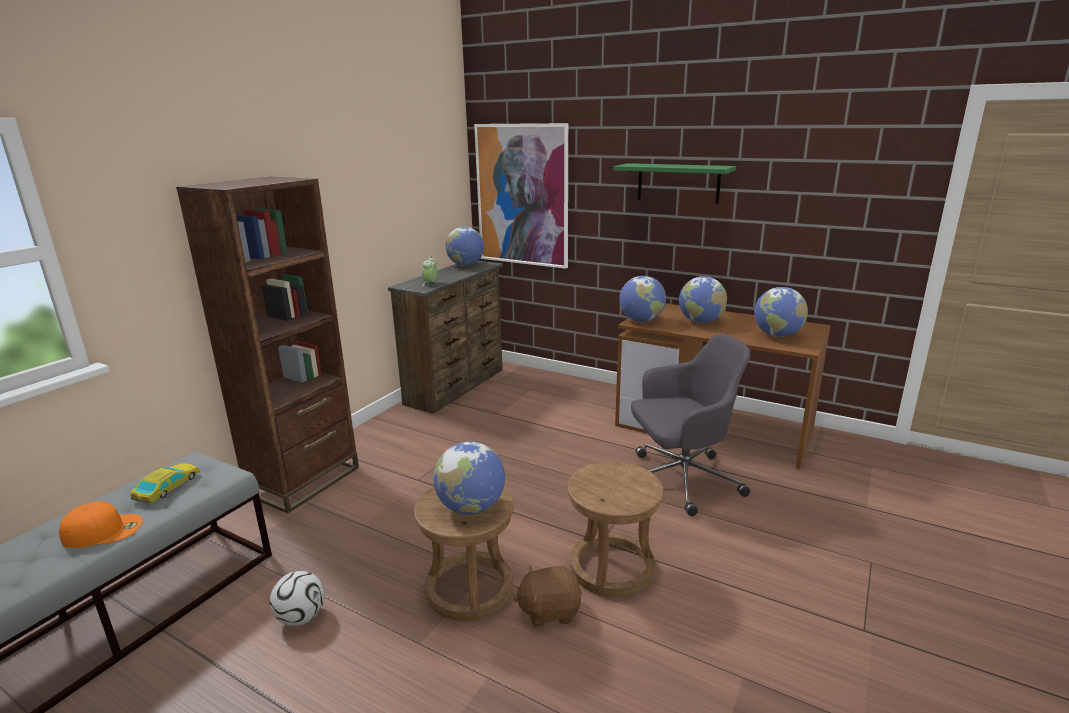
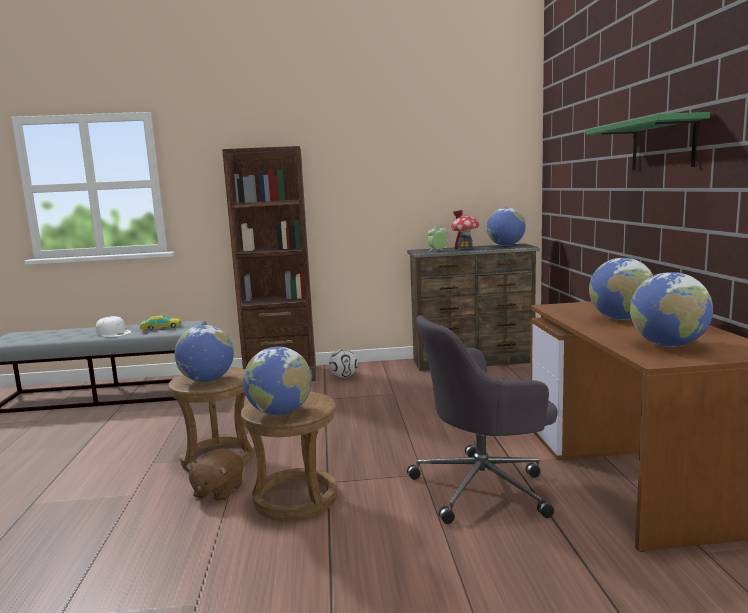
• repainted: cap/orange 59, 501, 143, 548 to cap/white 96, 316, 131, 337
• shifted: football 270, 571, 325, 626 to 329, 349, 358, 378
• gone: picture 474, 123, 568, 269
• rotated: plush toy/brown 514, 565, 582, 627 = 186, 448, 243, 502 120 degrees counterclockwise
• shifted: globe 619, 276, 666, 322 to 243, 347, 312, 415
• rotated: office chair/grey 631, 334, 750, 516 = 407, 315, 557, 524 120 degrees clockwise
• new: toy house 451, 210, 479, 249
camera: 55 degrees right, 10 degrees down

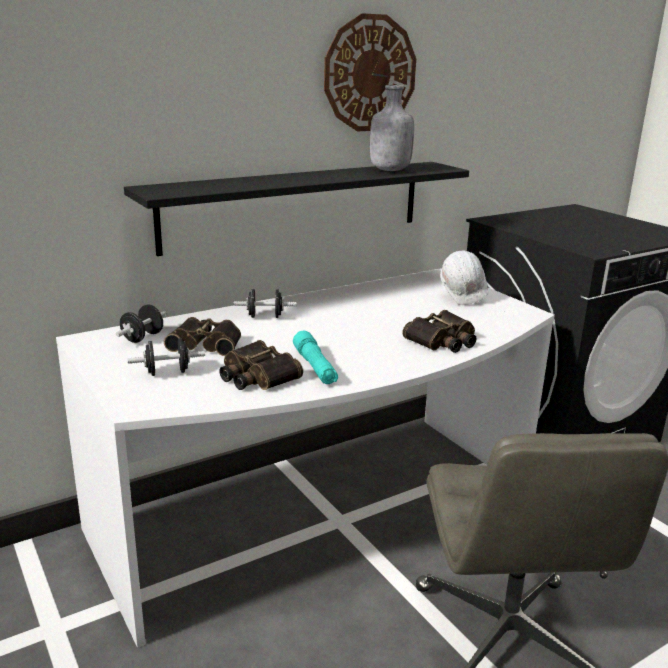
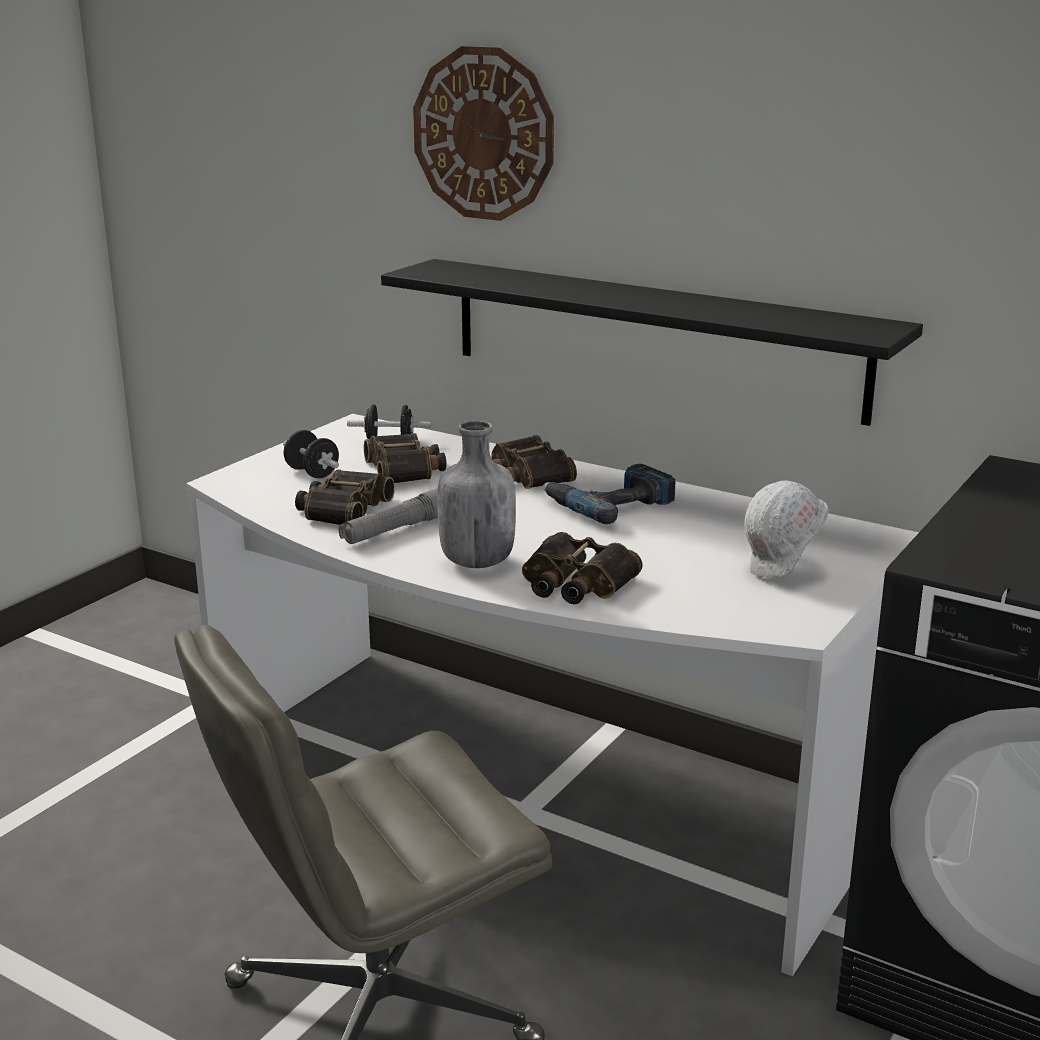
• swapped: dumbbell/black 234, 289, 296, 318 to binoculars 491, 435, 577, 489
• repainted: flashlight/turquoise 293, 331, 338, 384 to flashlight/grey 339, 488, 438, 544
• shifted: wall clock 324, 13, 416, 131 to 413, 46, 554, 221
• shifted: bottle/grey 370, 85, 414, 171 to 438, 421, 516, 568
• new: power drill 543, 464, 676, 524
camera: 65 degrees right, 0 degrees up

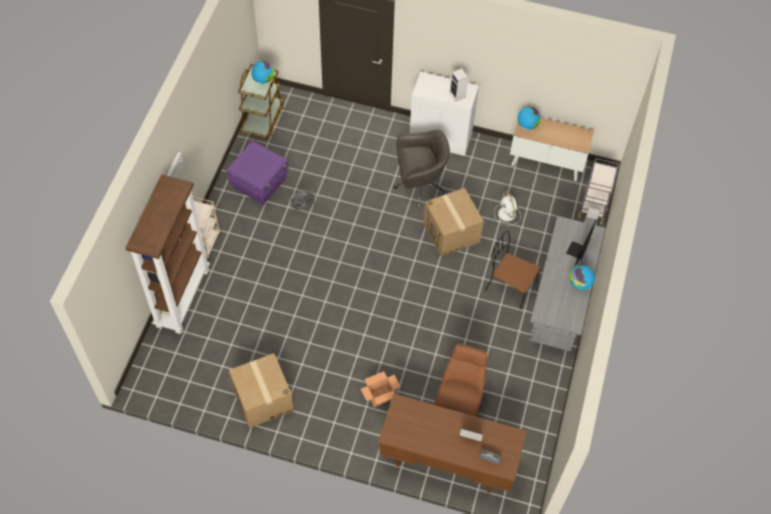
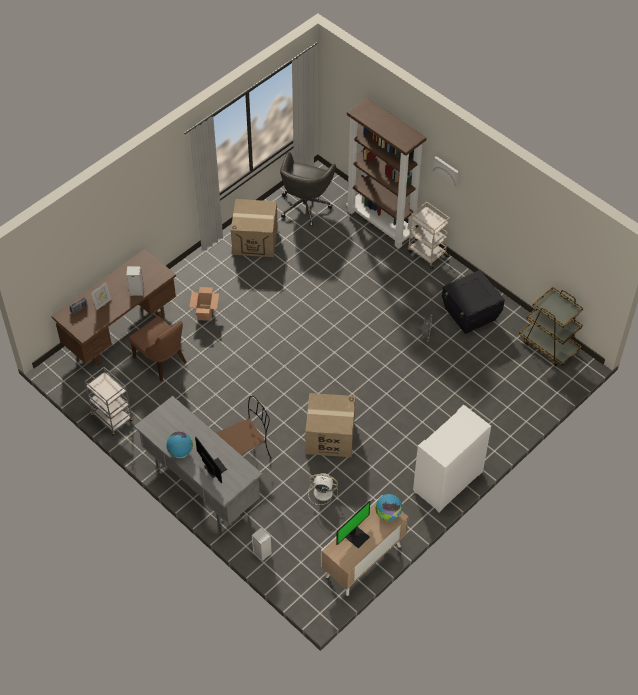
• repainted: storage box/purple 226, 141, 288, 205 to storage box/black 442, 270, 505, 334
• gone: globe 251, 61, 274, 84
• shifted: office chair/grey 394, 130, 450, 208 to 280, 152, 336, 226
• shifted: speaker 449, 68, 468, 101 to 126, 266, 144, 296
• shifted: cart/grey 578, 158, 619, 225 to 84, 367, 133, 436
• new: monitor 336, 501, 370, 548
camera: 120 degrees right, 5 degrees down

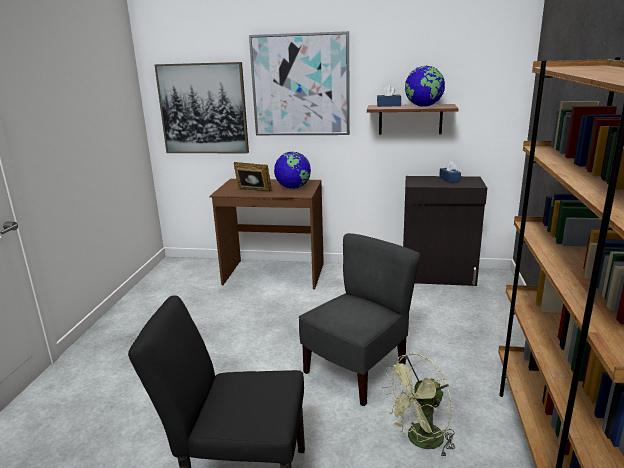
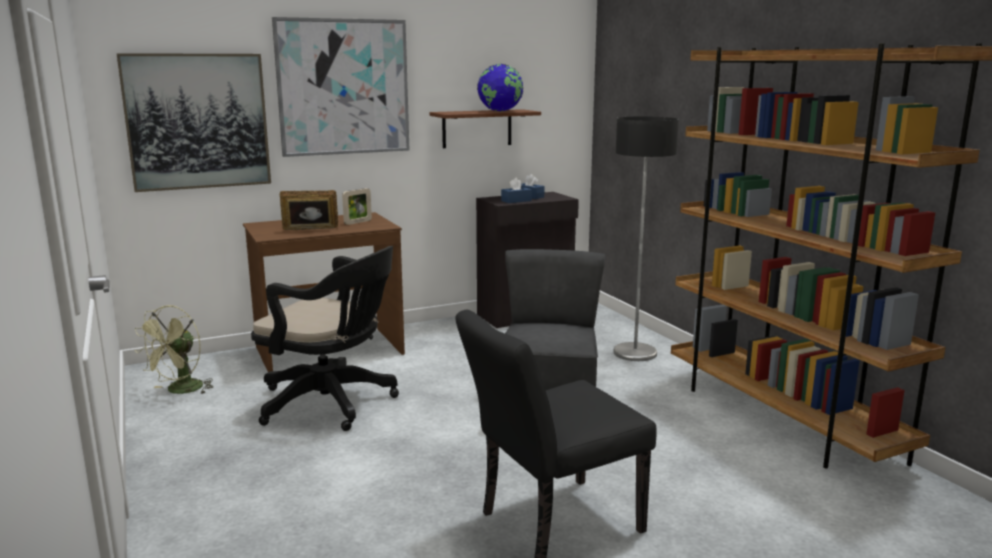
• swapped: globe 274, 152, 311, 189 to picture frame 342, 188, 372, 225
• shifted: tissue box/blue 377, 85, 401, 107 to 501, 178, 532, 203
• shifted: fan/green 382, 353, 455, 457 to 135, 305, 213, 394
• new: office chair/black 251, 246, 399, 431
• new: floor lamp 613, 116, 679, 361
camera: 35 degrees left, 5 degrees down

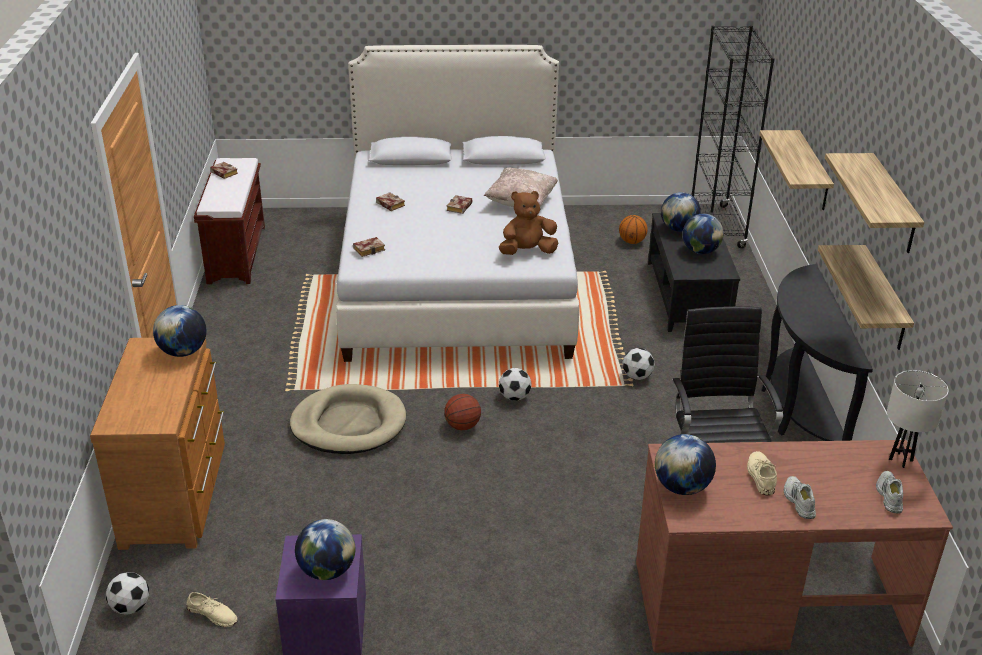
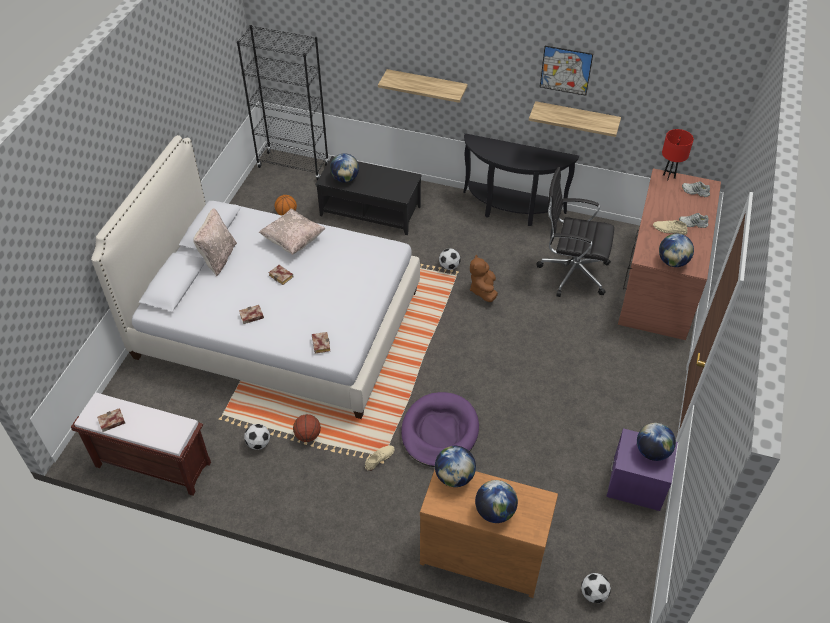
• shifted: shoe/beige 186, 592, 238, 627 to 365, 445, 395, 471
• repainted: dog bed/beige 290, 384, 406, 454 to dog bed/purple 401, 392, 479, 467
• shifted: basketball 444, 394, 481, 430 to 293, 414, 321, 442
• shifted: plush toy/brown 499, 191, 558, 255 to 470, 254, 498, 302
• shifted: football 499, 368, 531, 401 to 244, 424, 270, 450
• shifted: globe 682, 214, 724, 254 to 475, 480, 518, 523
• swapped: shelf 825, 153, 924, 253 to picture 540, 46, 593, 96
• repainted: table lamp/white 887, 370, 949, 468 to table lamp/red 662, 129, 694, 181
• new: pillow/beige 193, 208, 237, 276
camera: 70 degrees left, 15 degrees up

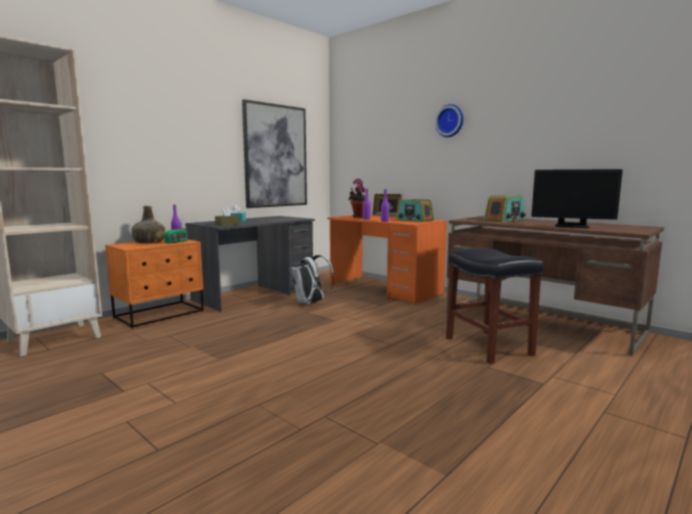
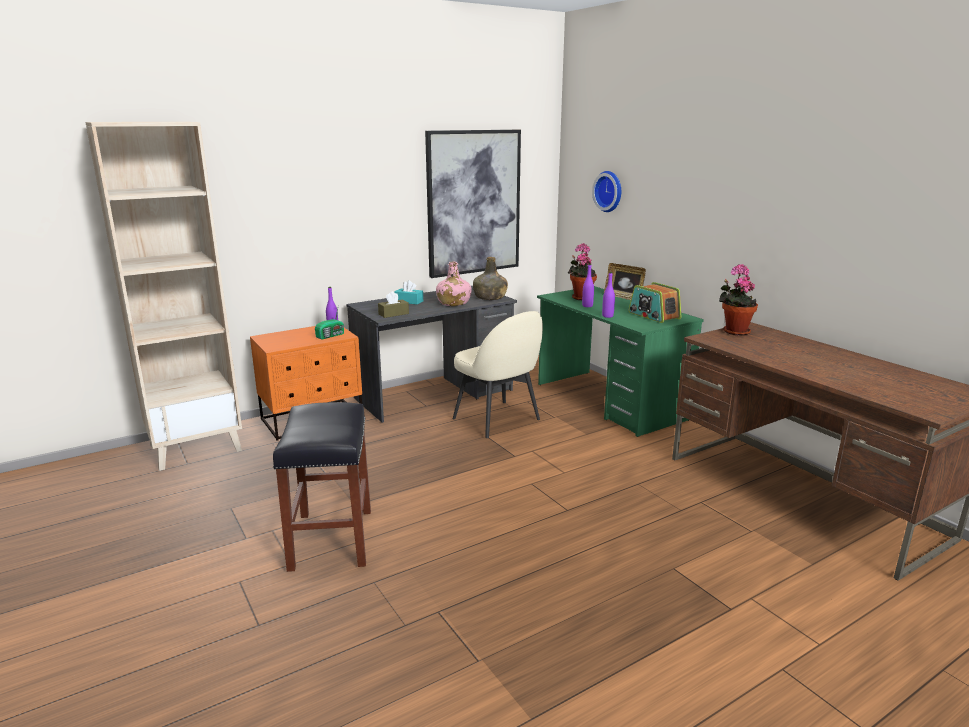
• shifted: bottle/green 131, 206, 165, 243 to 473, 257, 508, 300
• swapped: backpack/white 290, 255, 334, 305 to chair/beige 453, 311, 543, 438
• repainted: desk/orange 327, 215, 448, 304 to desk/green 537, 286, 704, 437
• shifted: wall clock 435, 104, 464, 137 to 592, 171, 621, 212
• shifted: stool/black 446, 248, 543, 364 to 273, 402, 371, 572
• gone: radio 484, 195, 526, 222
• gone: monitor 531, 169, 623, 228
• new: bottle/pink 436, 261, 472, 306
• new: potted plant 719, 264, 758, 336
camera: 15 degrees right, 10 degrees up

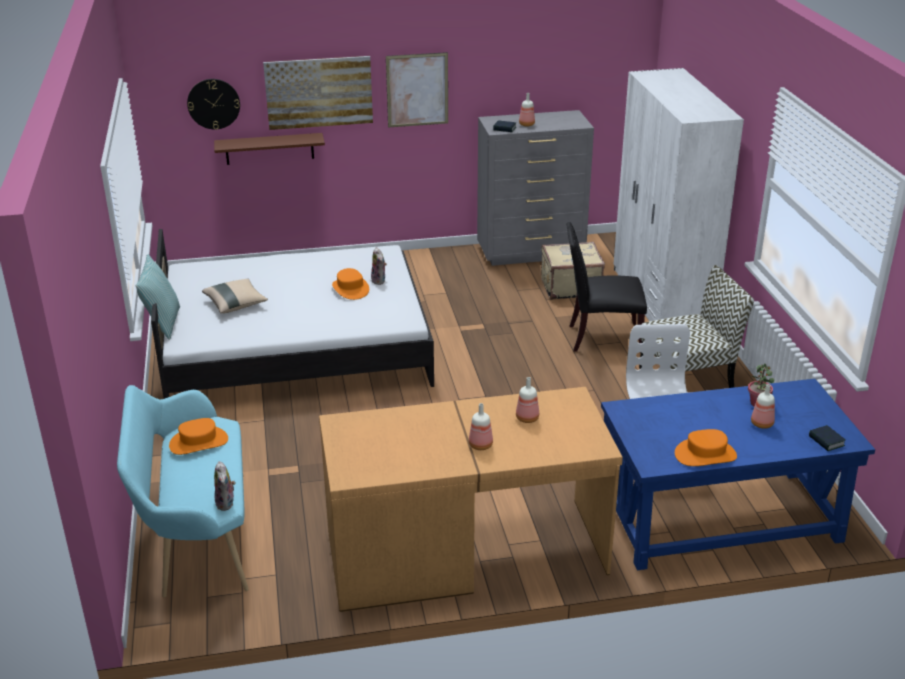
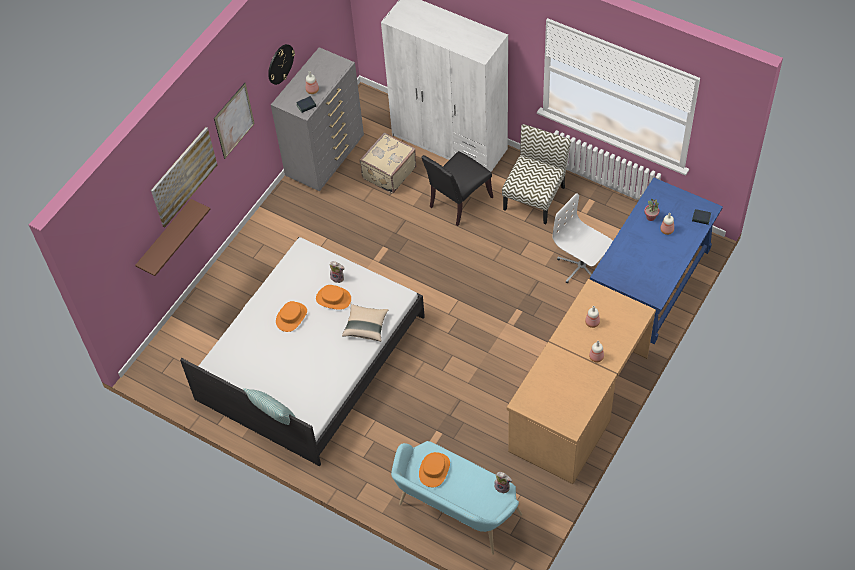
• shifted: wall clock 187, 79, 240, 130 to 268, 44, 295, 85
• shifted: pillow/beige 202, 279, 268, 314 to 342, 304, 389, 342
• shifted: hat/orange 675, 429, 737, 466 to 276, 301, 307, 332
camera: 45 degrees left, 25 degrees up

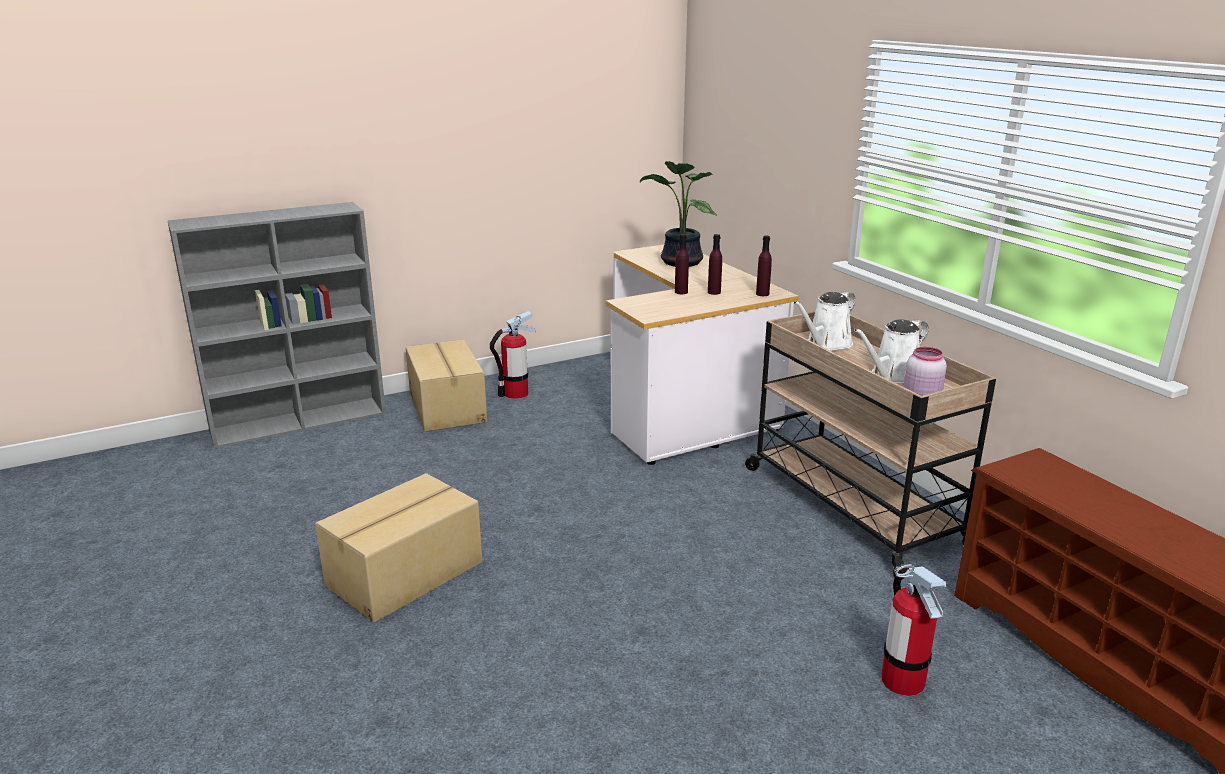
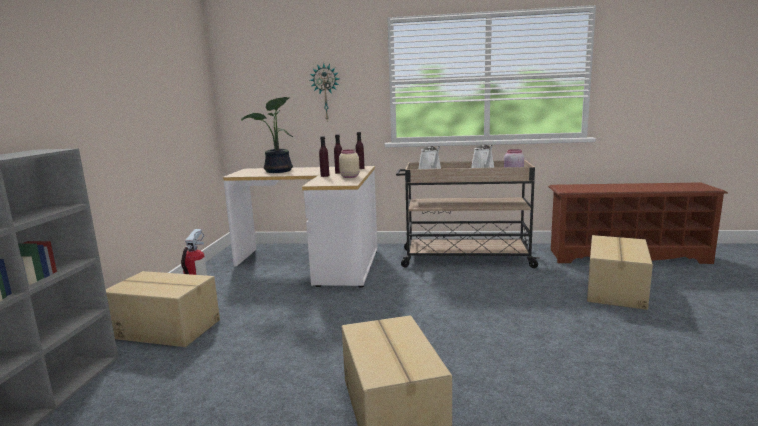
• swapped: fire extinguisher 881, 564, 946, 696 to cardboard box 587, 235, 653, 310
• new: wall clock 310, 63, 339, 120
• new: jar/beige 339, 149, 360, 178
camera: 55 degrees left, 10 degrees down

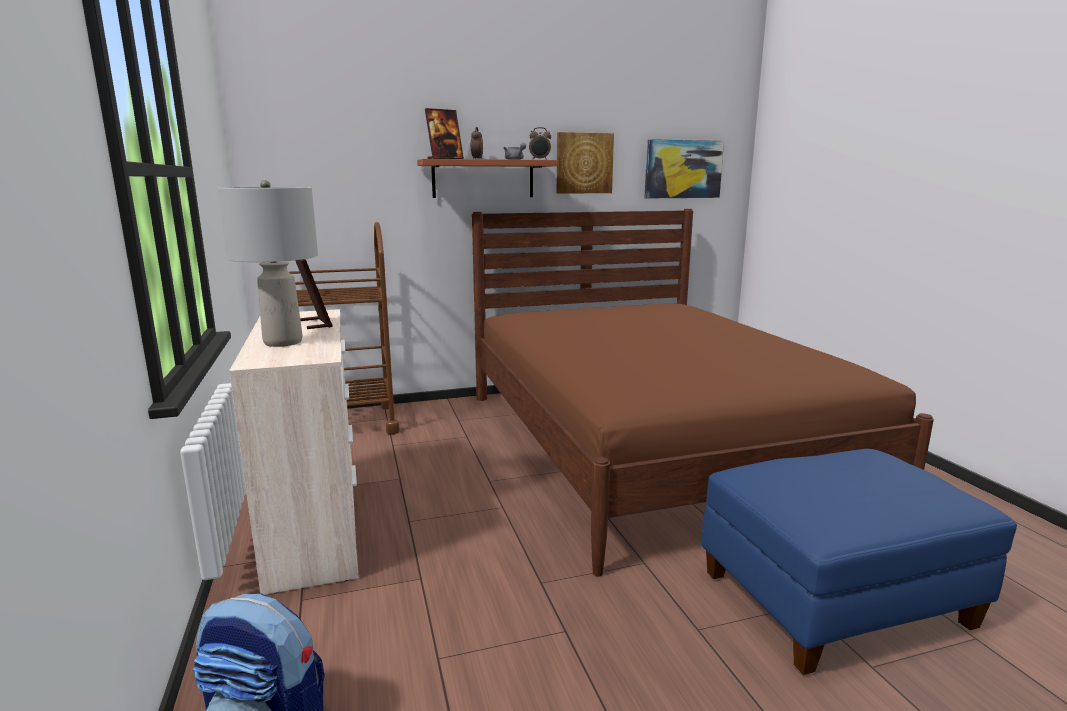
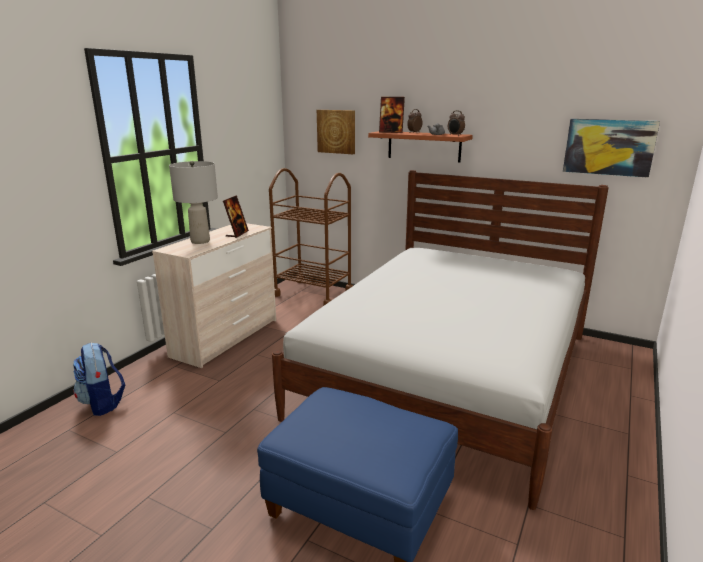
• repainted: bed/brown 472, 209, 934, 577 to bed/white 272, 170, 609, 510
• shifted: picture 557, 132, 614, 194 to 317, 110, 355, 154
camera: 45 degrees right, 5 degrees up

